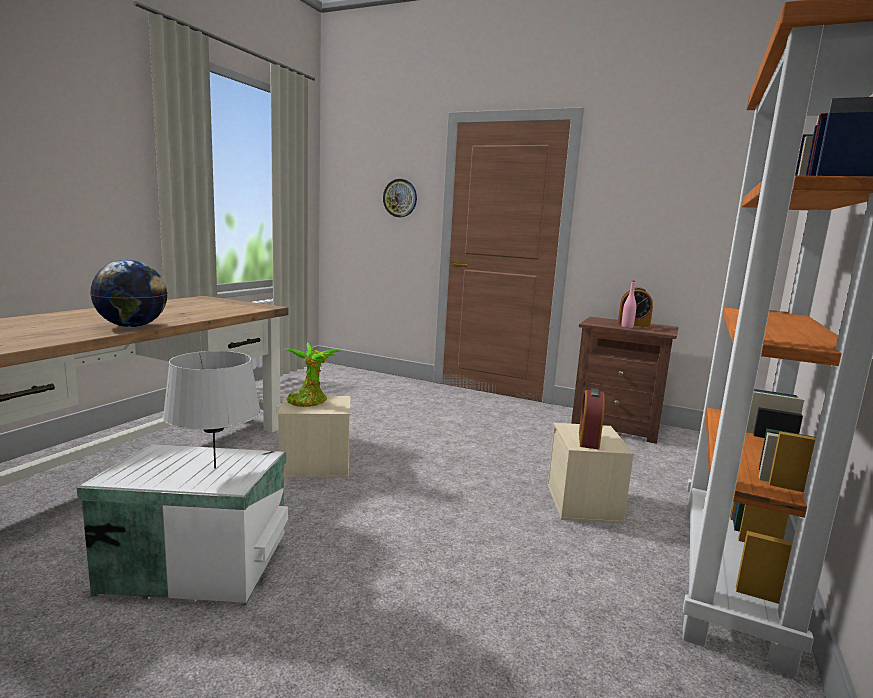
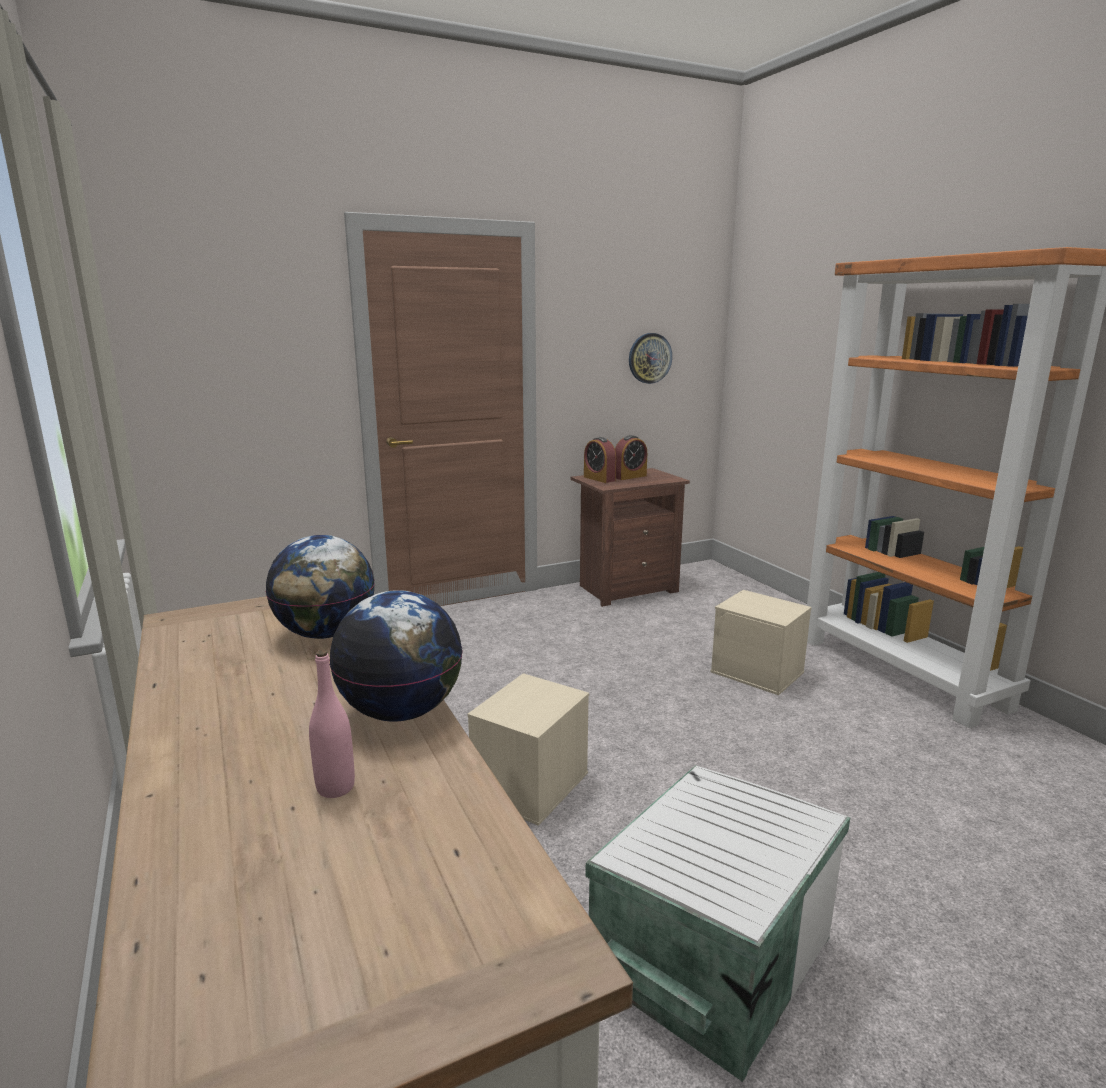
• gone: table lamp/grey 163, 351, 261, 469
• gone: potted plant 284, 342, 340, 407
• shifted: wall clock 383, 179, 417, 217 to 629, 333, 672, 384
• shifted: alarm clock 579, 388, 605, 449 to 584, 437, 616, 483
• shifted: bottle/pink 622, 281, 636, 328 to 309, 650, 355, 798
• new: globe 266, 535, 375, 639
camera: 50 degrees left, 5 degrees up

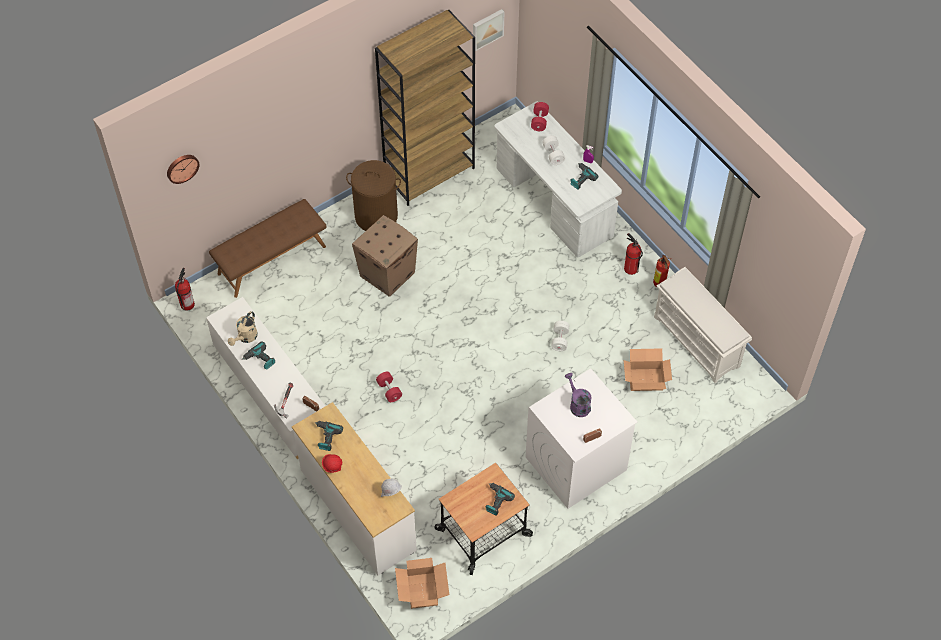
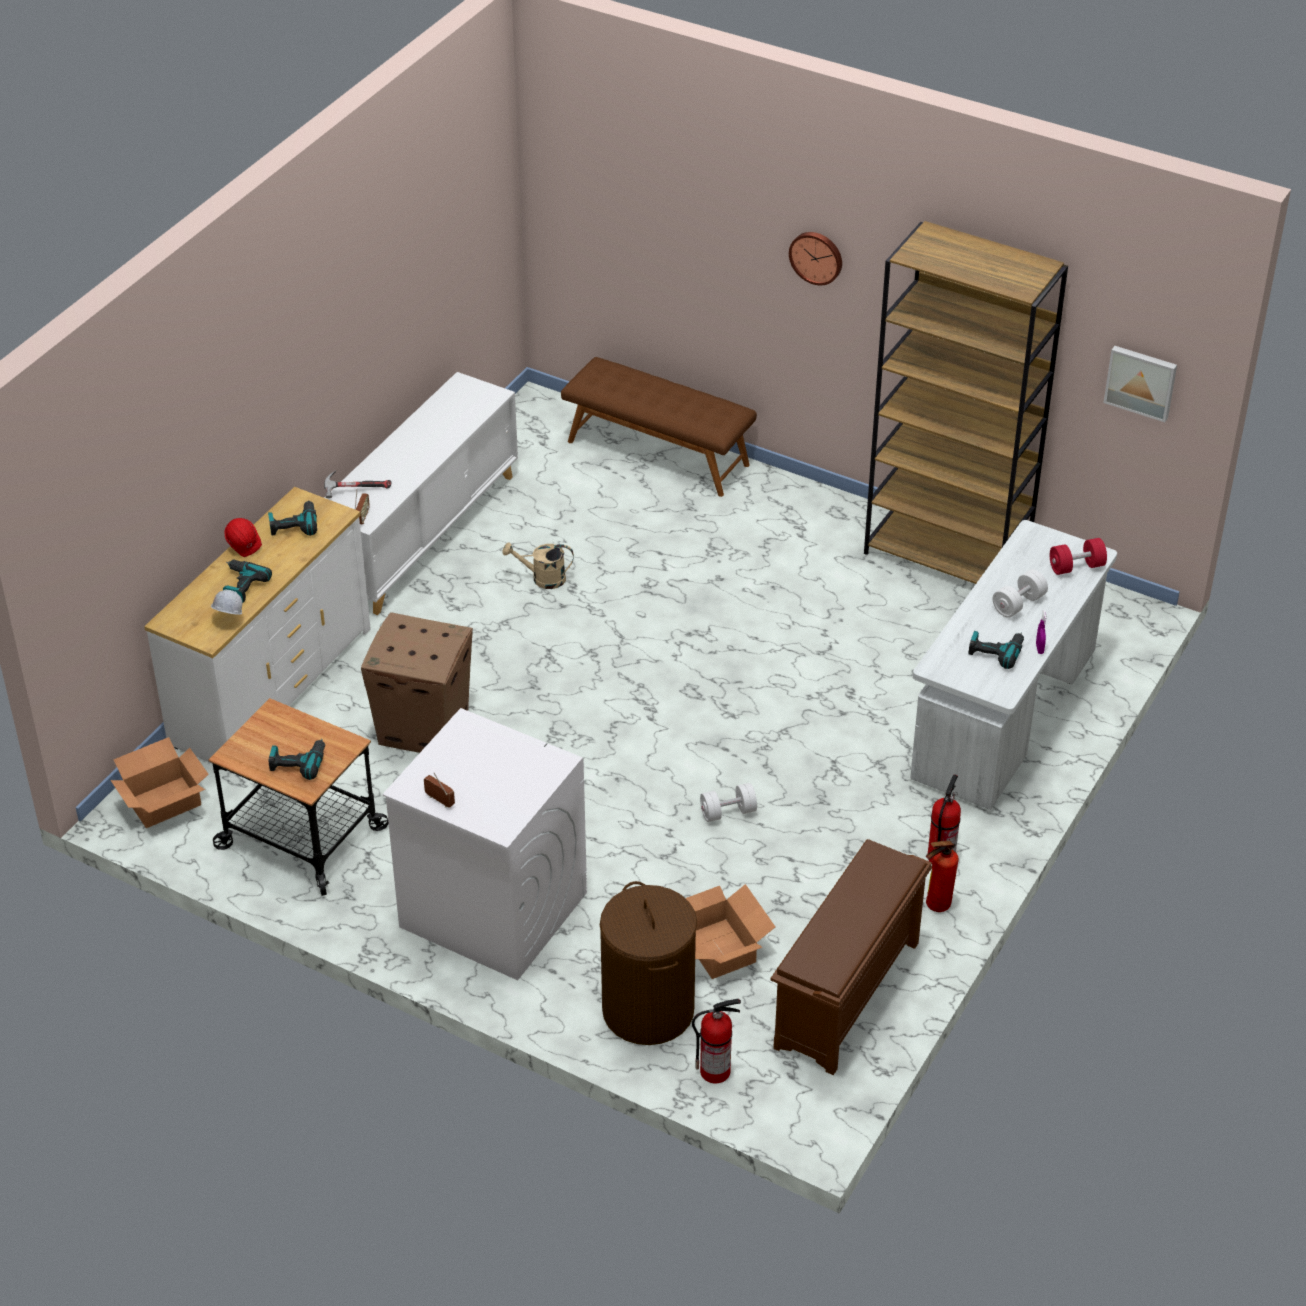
• shifted: wall clock 167, 155, 199, 184 to 789, 232, 842, 285
• shifted: fire extinguisher 175, 268, 195, 311 to 692, 999, 741, 1083
• shifted: watering can/beige 228, 311, 258, 346 to 502, 542, 574, 589
• shifted: power drill 242, 341, 275, 370 to 223, 559, 272, 604
• shifted: laundry basket/brown 346, 160, 401, 231 to 600, 881, 697, 1045
• shifted: cardboard box 352, 215, 418, 297 to 361, 612, 473, 753
• gone: dumbbell/red 376, 372, 402, 402
• gone: watering can/purple 565, 373, 592, 417
• repainted: shoe rack/white 654, 267, 752, 383 to shoe rack/brown 771, 839, 932, 1075
camera: 65 degrees right, 15 degrees down

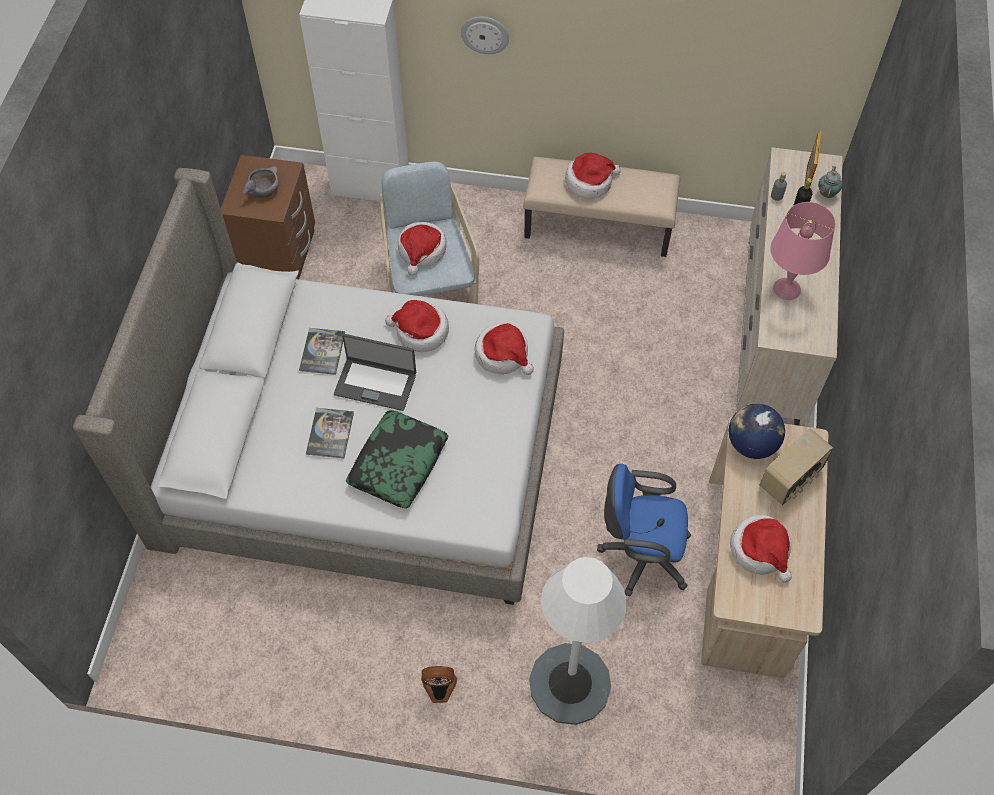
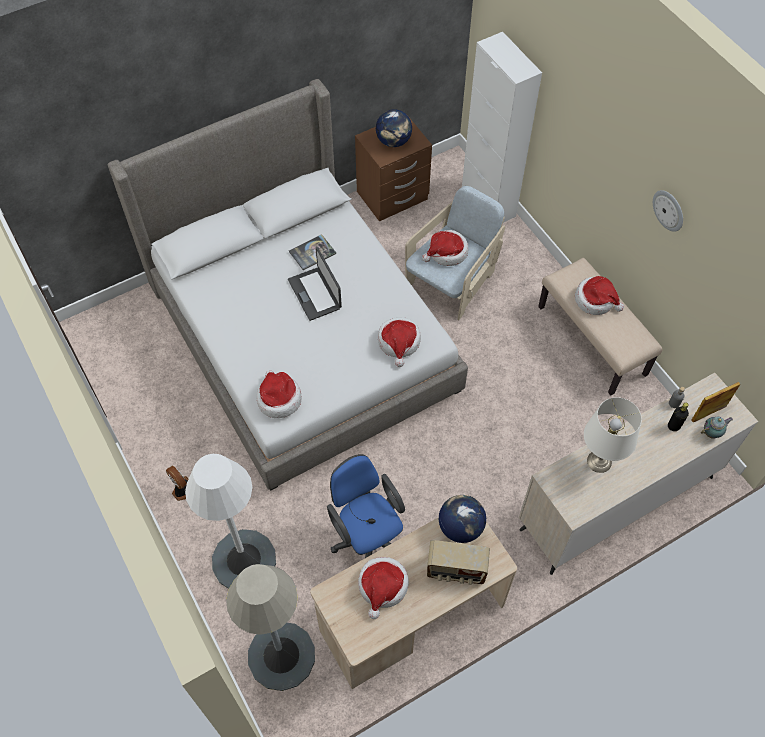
• swapped: bowl/grey 242, 166, 279, 198 to globe 376, 109, 412, 147
• gone: book 306, 408, 354, 458
• gone: pillow 346, 410, 449, 508
• shifted: hat 385, 300, 449, 352 to 257, 371, 302, 418
• shifted: wall clock 461, 17, 509, 54 to 653, 190, 683, 232
• repainted: table lamp/pink 770, 202, 835, 300 to table lamp/white 584, 397, 642, 473
• new: floor lamp/grey 226, 564, 315, 691
camera: 50 degrees right, 0 degrees up

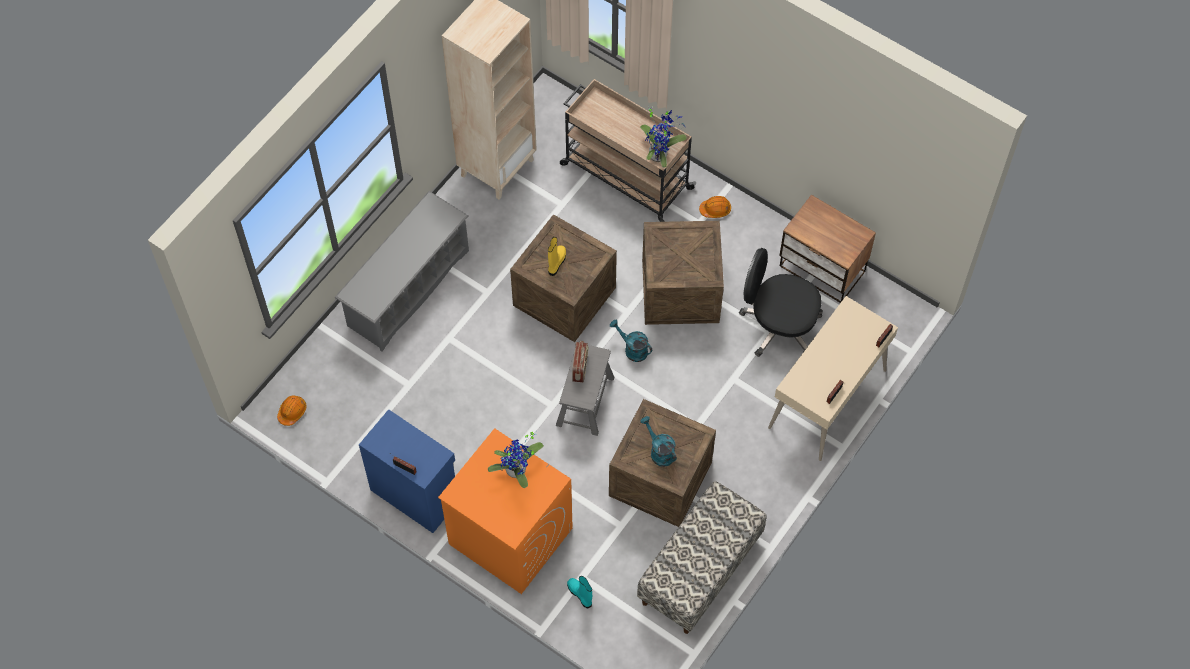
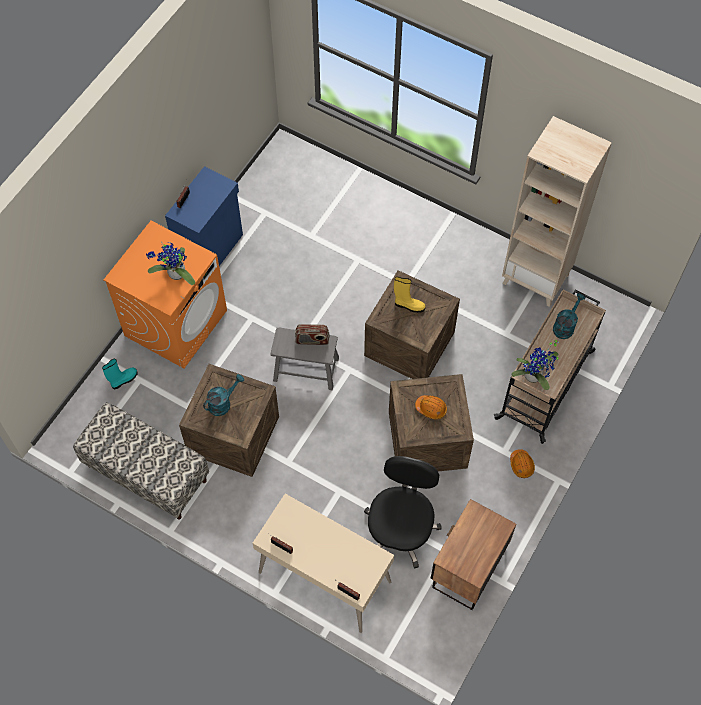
• shifted: hard hat/orange 277, 396, 306, 426 to 415, 395, 447, 419
• gone: shoe rack/grey 334, 191, 469, 352
• shifted: watering can/turquoise 610, 320, 652, 362 to 553, 293, 585, 339
camera: 85 degrees right, 0 degrees up

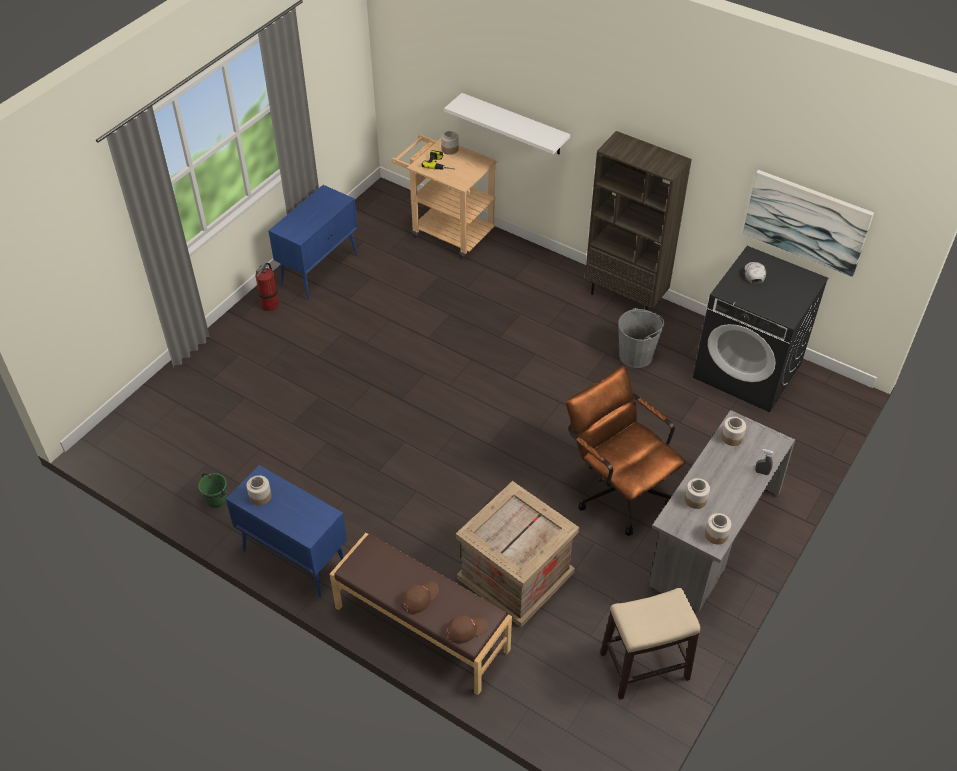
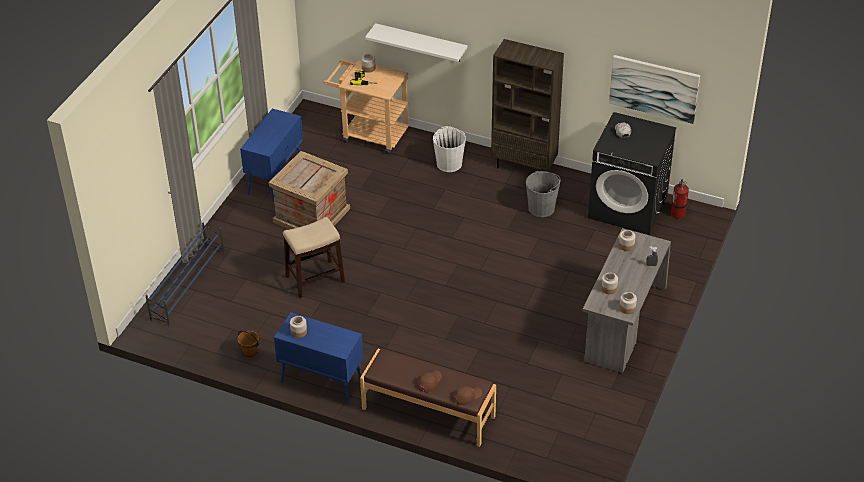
• repainted: bucket/green 198, 473, 227, 508 to bucket/brown 237, 331, 260, 358
• shifted: fire extinguisher 255, 263, 279, 311 to 671, 179, 689, 219
• shifted: crate 456, 481, 579, 627 to 269, 151, 350, 229
• gone: office chair/brown 566, 366, 686, 536
• shifted: stool 600, 588, 700, 700 to 283, 217, 345, 298
• new: shoe rack/blue 145, 222, 225, 326
• new: bucket/white 433, 126, 466, 172
camera: 10 degrees left, 5 degrees down

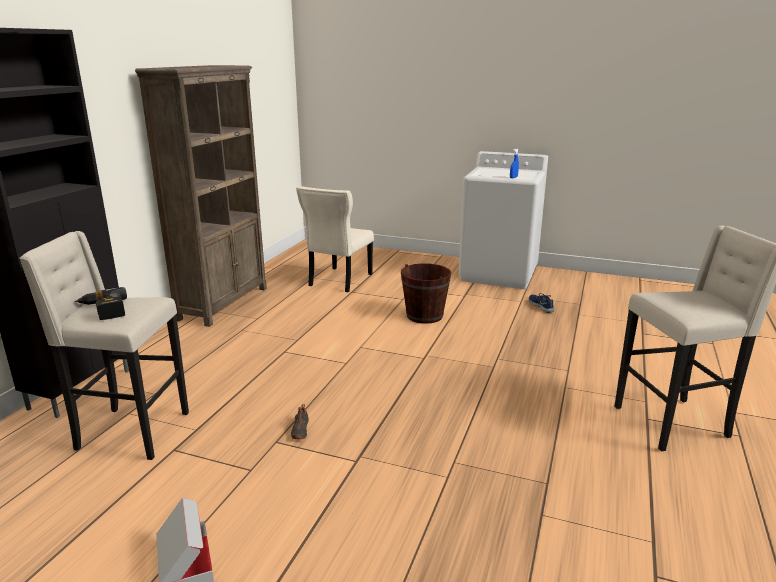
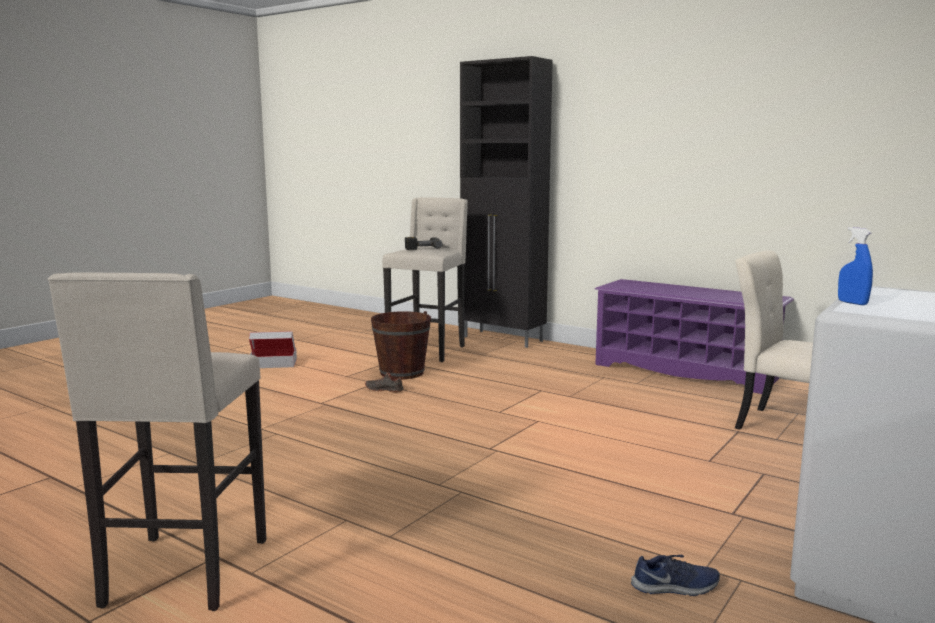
• swapped: bookcase/brown 135, 65, 267, 327 to shoe rack/purple 595, 279, 794, 394
• shifted: bucket/brown 401, 263, 451, 324 to 371, 311, 431, 379
camera: 105 degrees right, 10 degrees down

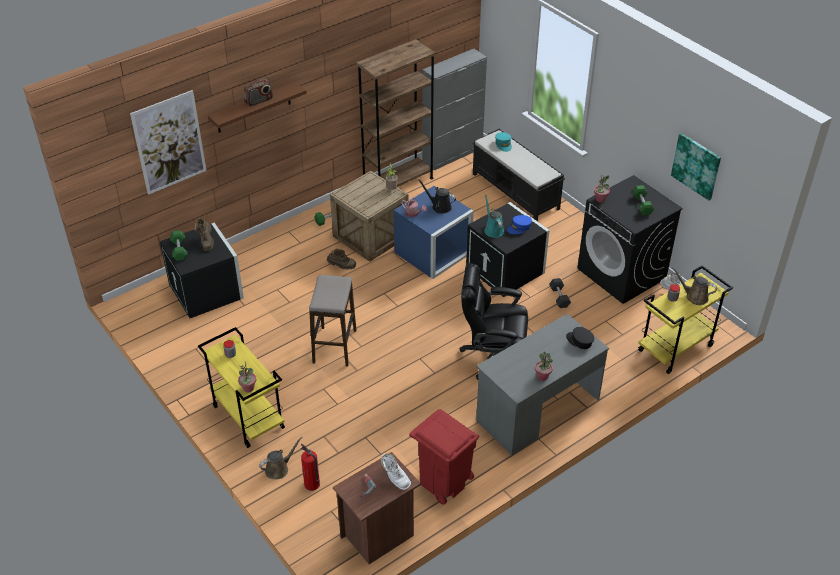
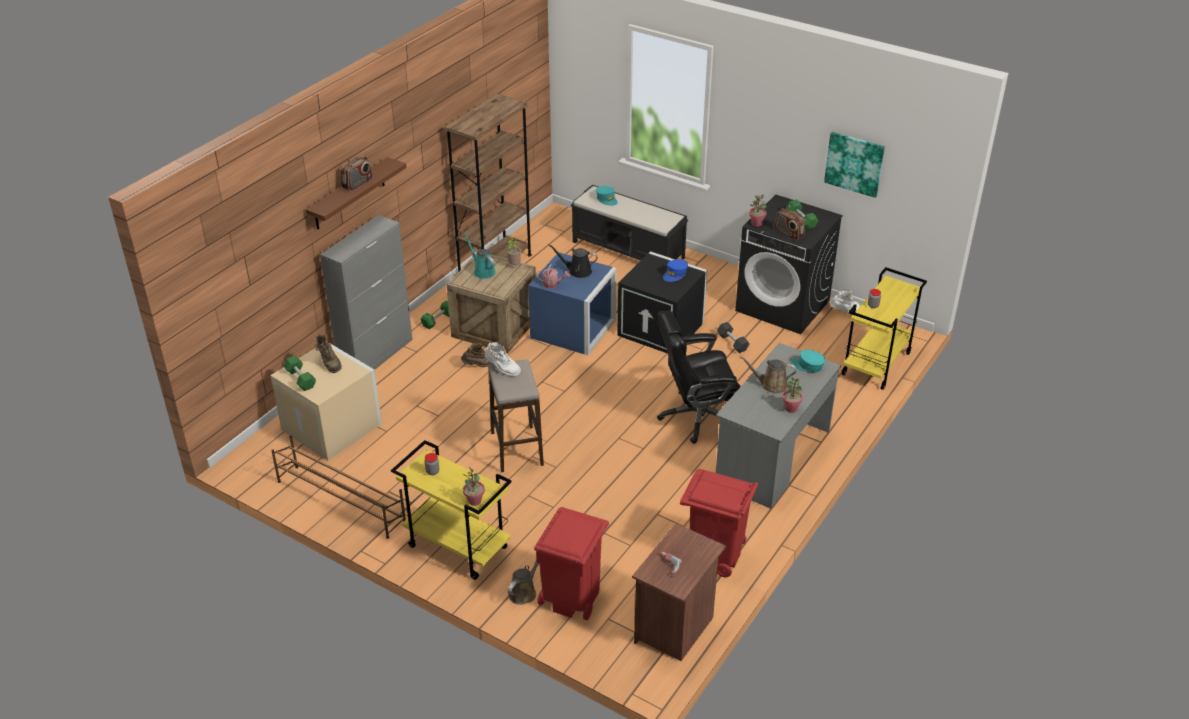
• gone: picture 130, 90, 207, 195
• repainted: storage box/black 160, 223, 244, 318 to storage box/beige 270, 344, 382, 461
• swapped: fire extinguisher 301, 444, 320, 491 to trash can/red 534, 507, 609, 620
• shifted: boot/white 381, 453, 411, 490 to 485, 342, 521, 376
• shifted: cabinet/grey 422, 49, 487, 170 to 320, 215, 413, 370
• shifted: watering can/turquoise 484, 195, 504, 238 to 465, 234, 496, 279
• repainted: cap/black 566, 327, 594, 349 to cap/turquoise 791, 350, 825, 372
• shifted: watering can/brown 672, 268, 717, 305 to 740, 356, 796, 394
• new: shoe rack/brown 271, 435, 406, 539
• new: radio 774, 209, 805, 240
camera: 20 degrees left, 5 degrees down

